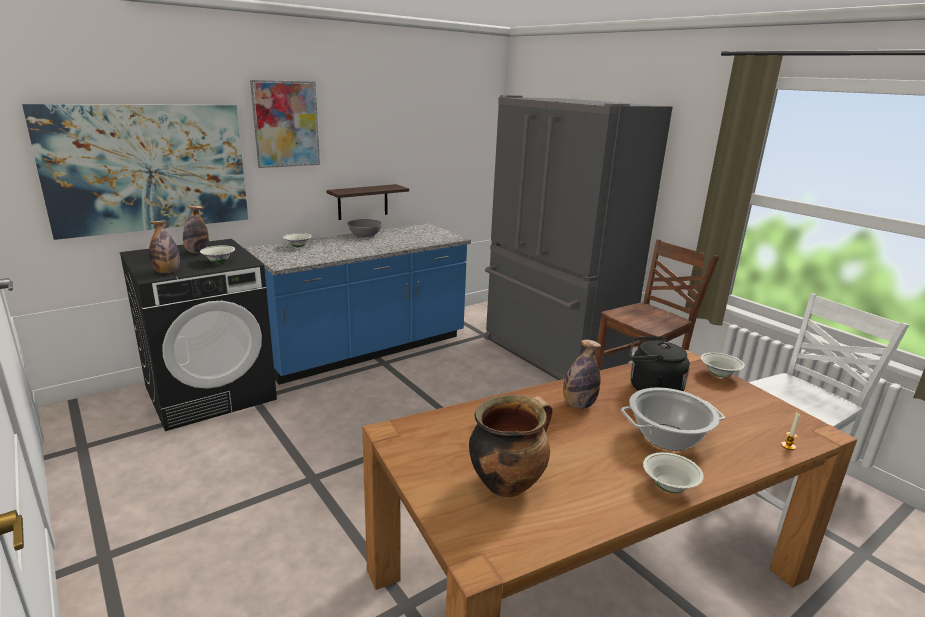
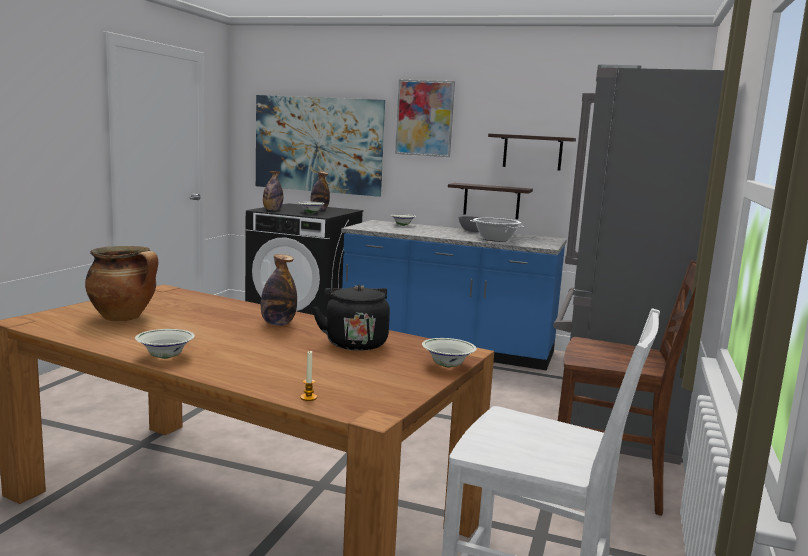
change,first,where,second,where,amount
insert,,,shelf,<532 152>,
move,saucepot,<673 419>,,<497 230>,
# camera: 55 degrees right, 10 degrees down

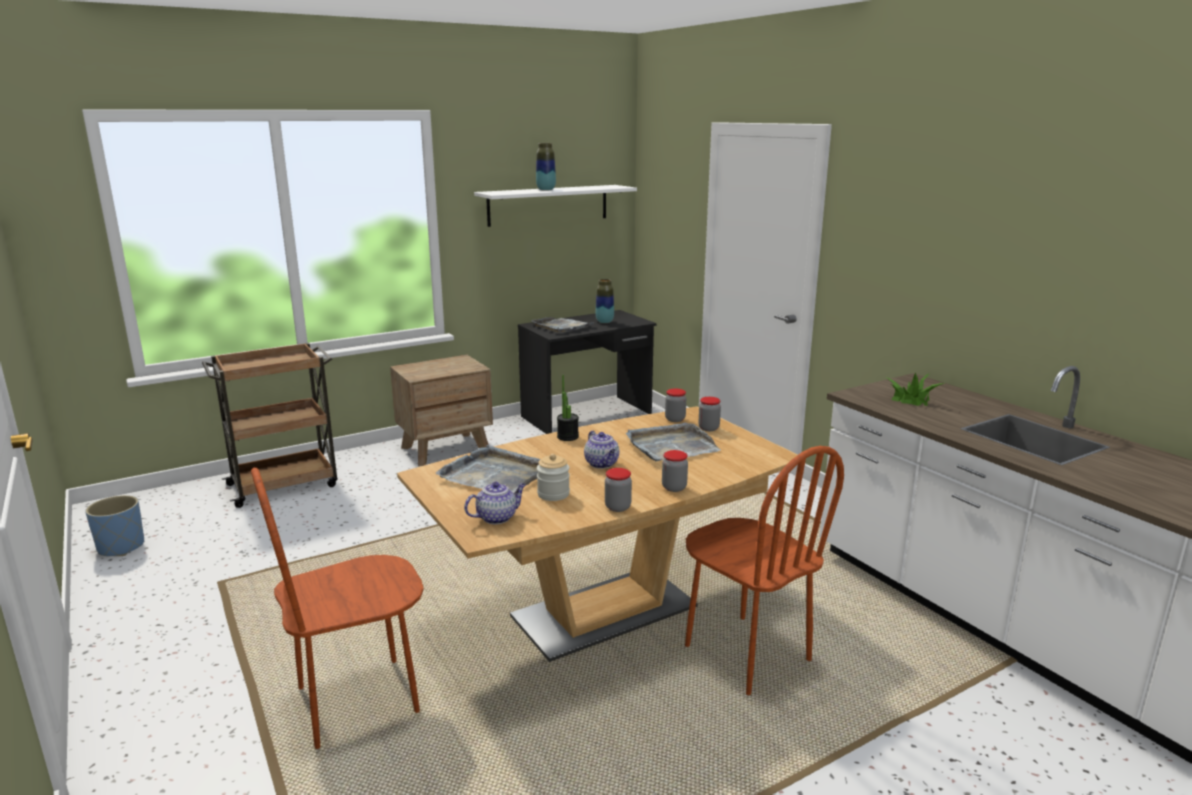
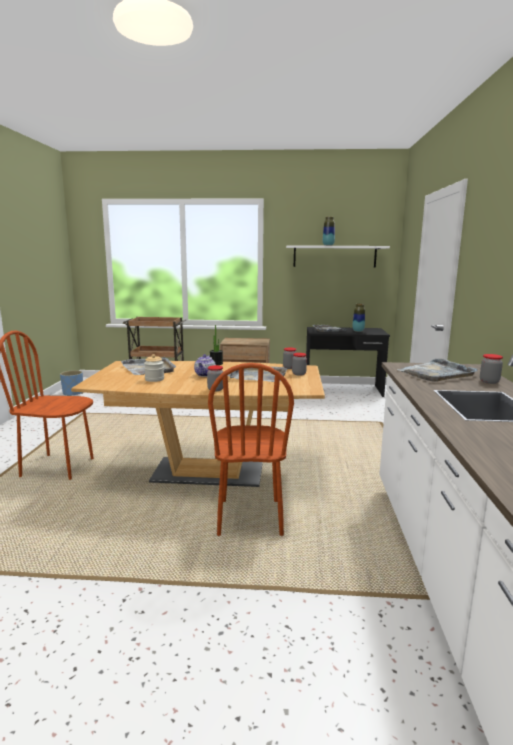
change,first,where,second,where,amount
delete,pot for tea,<495 503>,,,
move,jar,<618 490>,,<491 369>,
replace,houseplant,<915 389>,gray carrying tray,<437 370>,
# camera: 35 degrees right, 5 degrees down

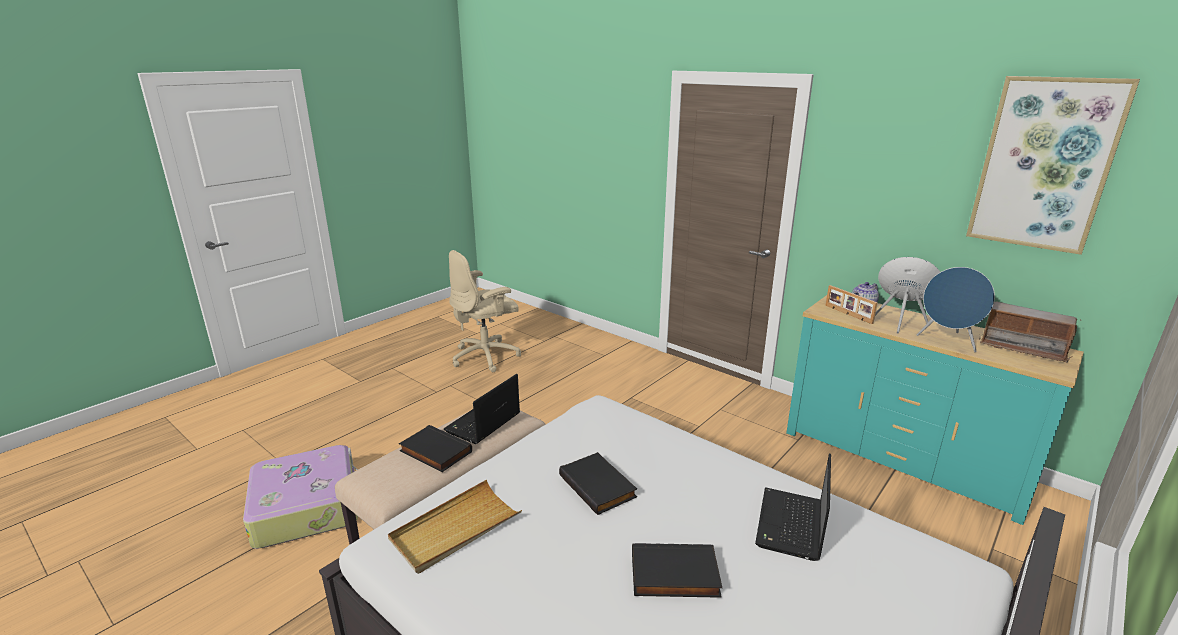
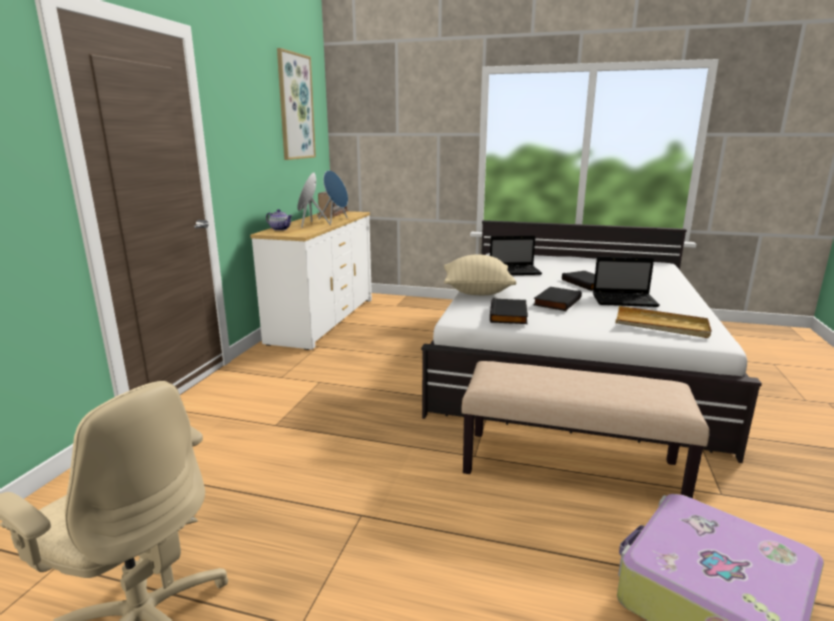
change,first,where,second,where,amount
delete,photo frame,<851 304>,,,
insert,,,beige-coloured cushion,<480 274>,
move,black book,<435 448>,,<509 311>,
move,portable computer,<482 409>,,<626 282>,
recolor,blue-green drawer chest,<935 410>,whitish drawer chest,<311 280>,
# camera: 115 degrees left, 5 degrees down

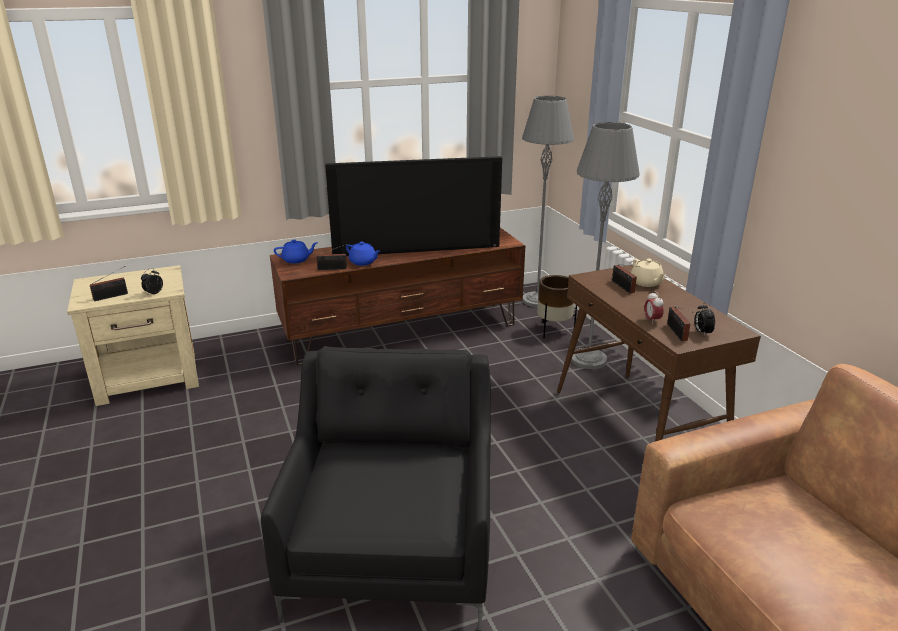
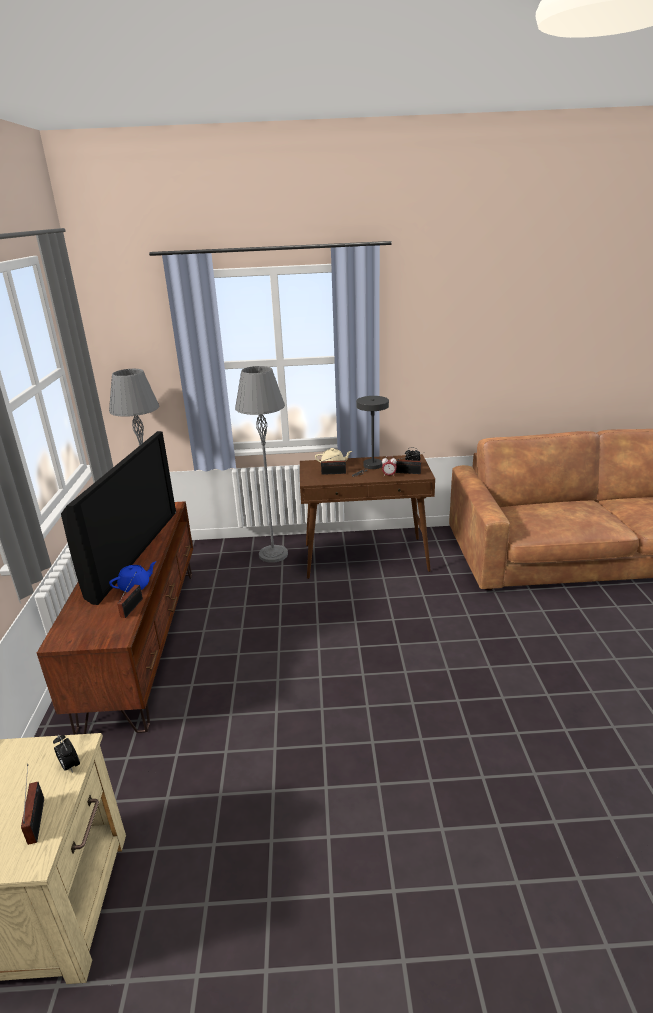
change,first,where,second,where,amount
delete,black lounge chair,<376 488>,,,
delete,blue-coloured pot for tea,<296 252>,,,
delete,brown-coloured planter,<557 307>,,,
insert,,,gray lamp for a table,<370 436>,
# camera: 70 degrees left, 0 degrees up

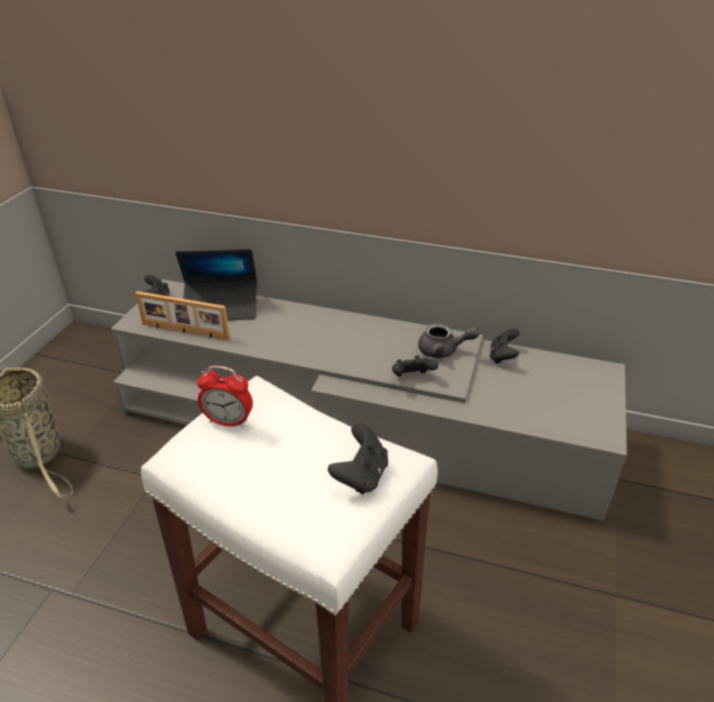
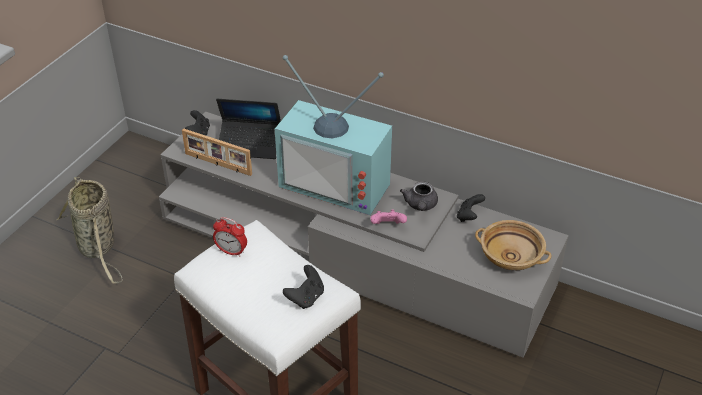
change,first,where,second,where,amount
insert,,,television,<333 135>,
insert,,,beige-coloured bowl,<513 245>,
recolor,black joypad,<415 365>,pink-coloured joypad,<388 217>,
rotate,gray pot for tea,<448 341>,,<419 196>,75 degrees clockwise
# camera: 10 degrees right, 5 degrees up

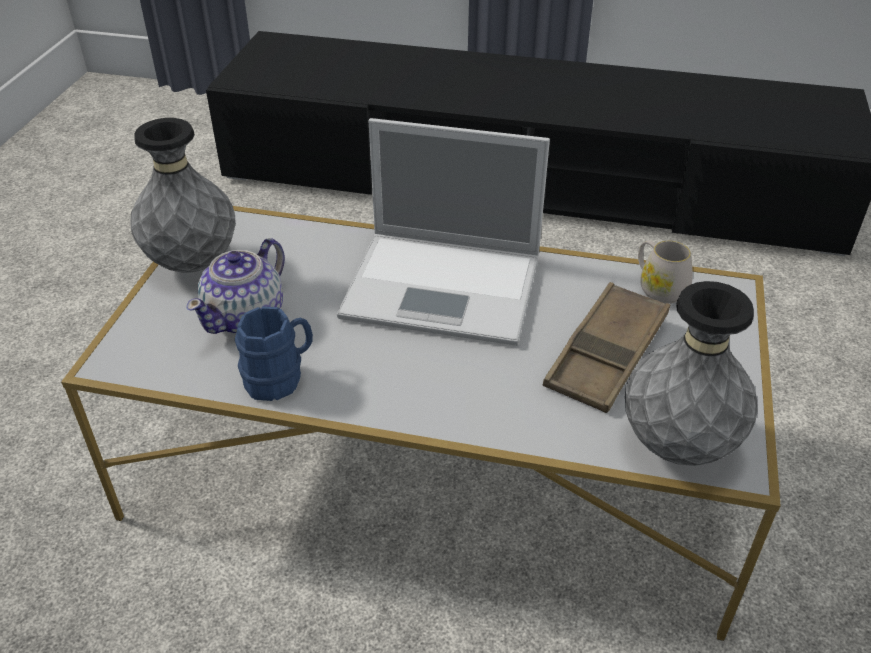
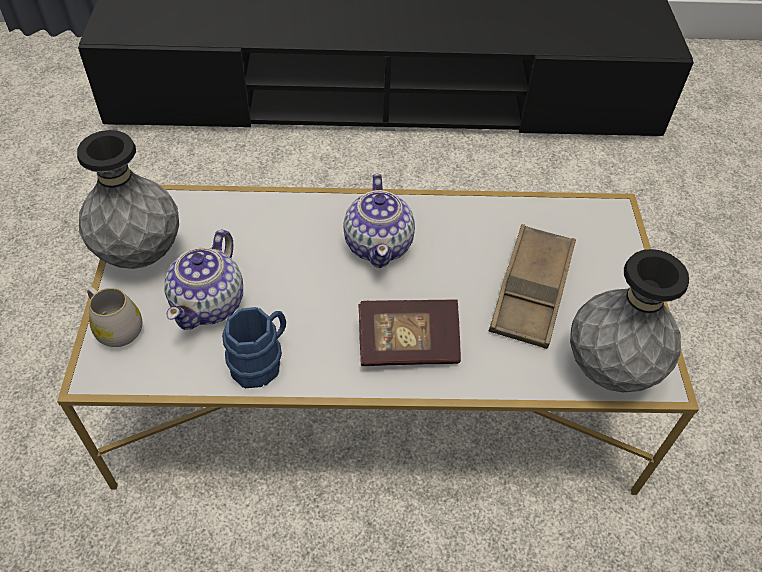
change,first,where,second,where,amount
insert,,,book,<409 332>,
move,whitish tea mug,<665 272>,,<114 317>,
replace,portable computer,<443 232>,pot for tea,<379 221>,
# camera: 15 degrees left, 10 degrees up

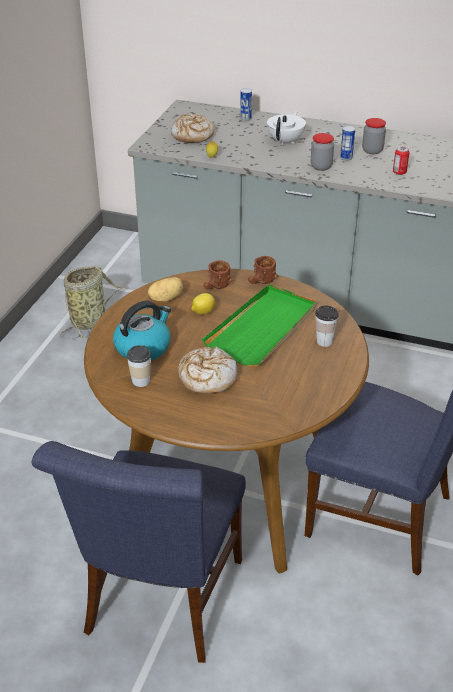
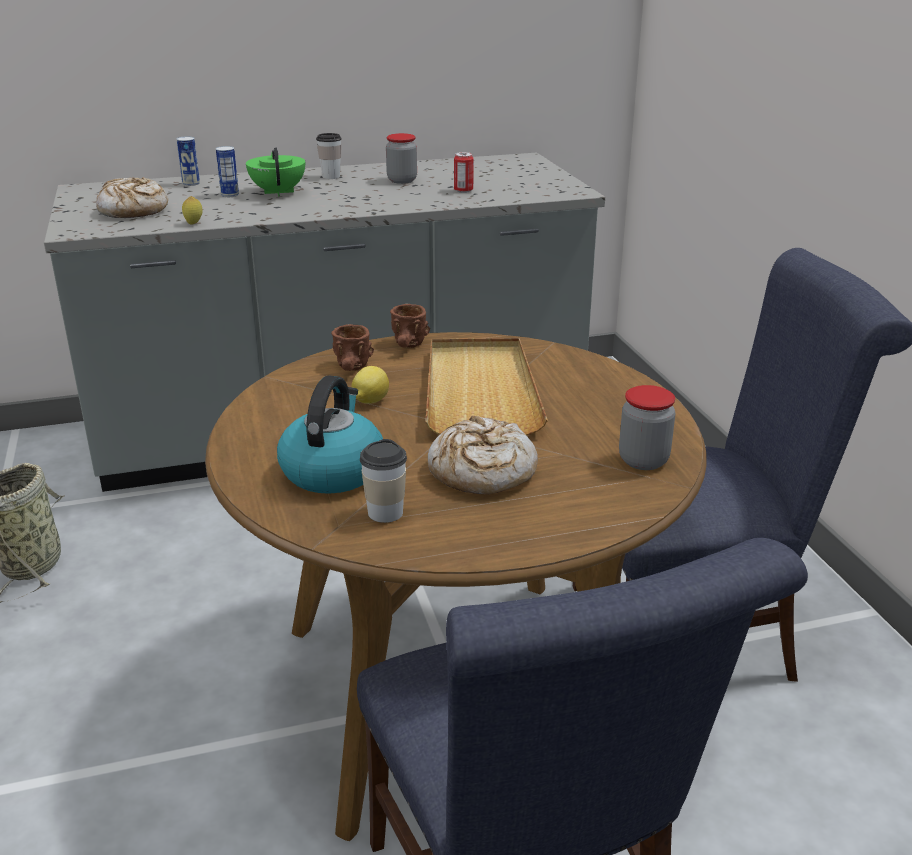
change,first,where,second,where,amount
delete,whole potato,<165 289>,,,
move,jar,<322 152>,,<647 427>,
move,small cup,<327 326>,,<329 156>,
move,metal can,<347 143>,,<227 171>,
recolor,green-coloured carrying tray,<259 325>,beige-coloured carrying tray,<486 387>,
recolor,whitish pot for tea,<286 128>,green-coloured pot for tea,<275 172>,
# camera: 35 degrees left, 10 degrees down

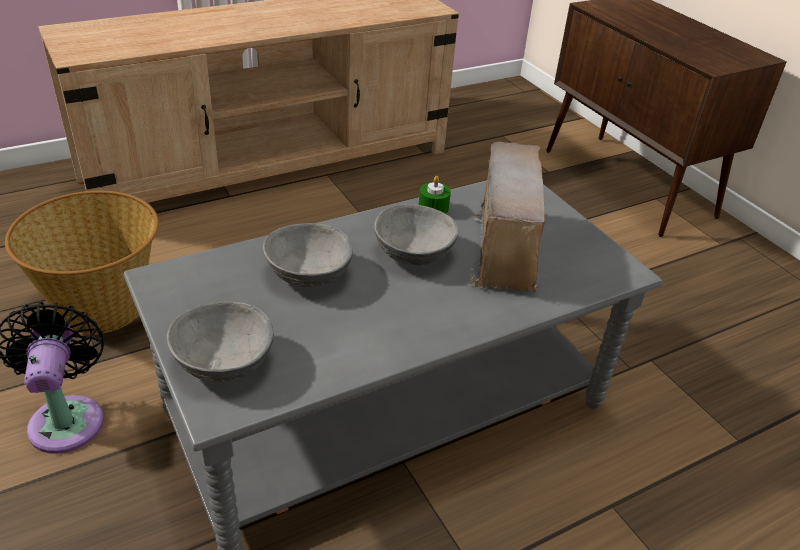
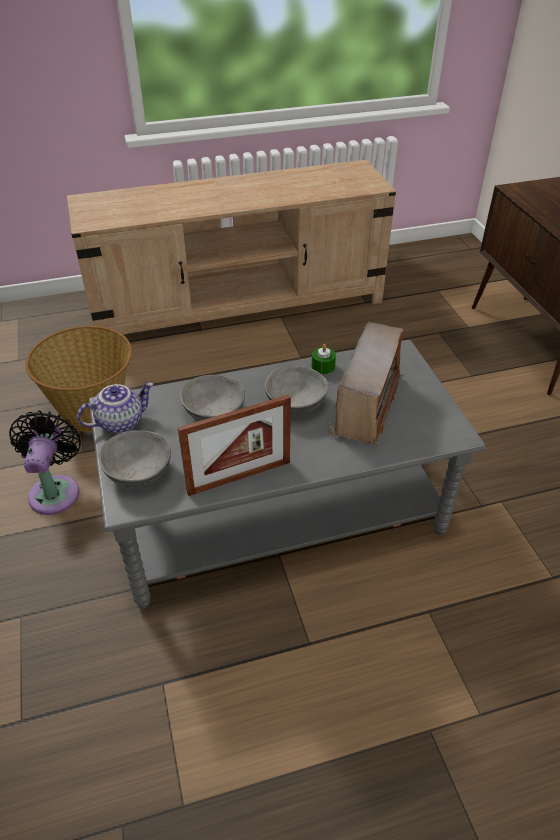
change,first,where,second,where,amount
insert,,,pot for tea,<115 407>,
insert,,,photo frame,<234 445>,
# camera: 15 degrees right, 5 degrees up

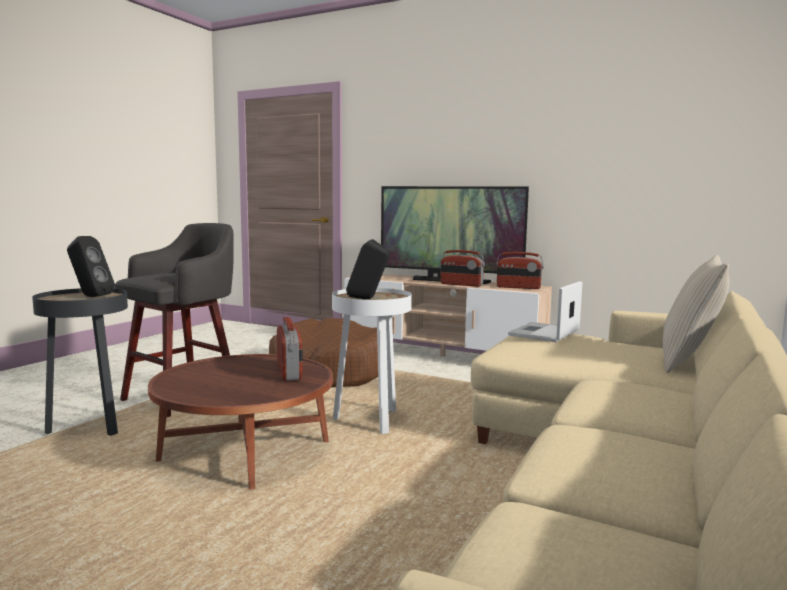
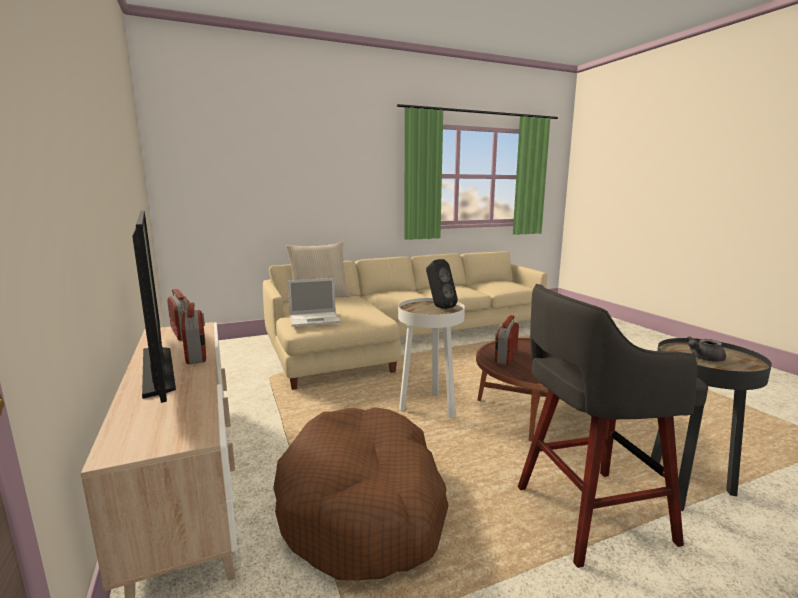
change,first,where,second,where,amount
replace,black audio speaker,<91 266>,gray pot for tea,<706 349>,
# camera: 140 degrees left, 5 degrees up

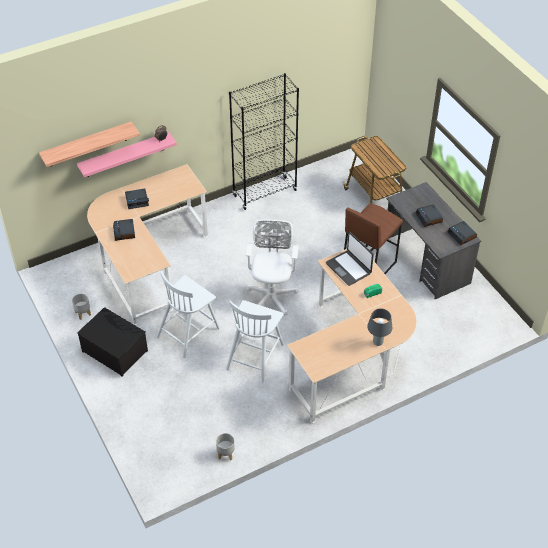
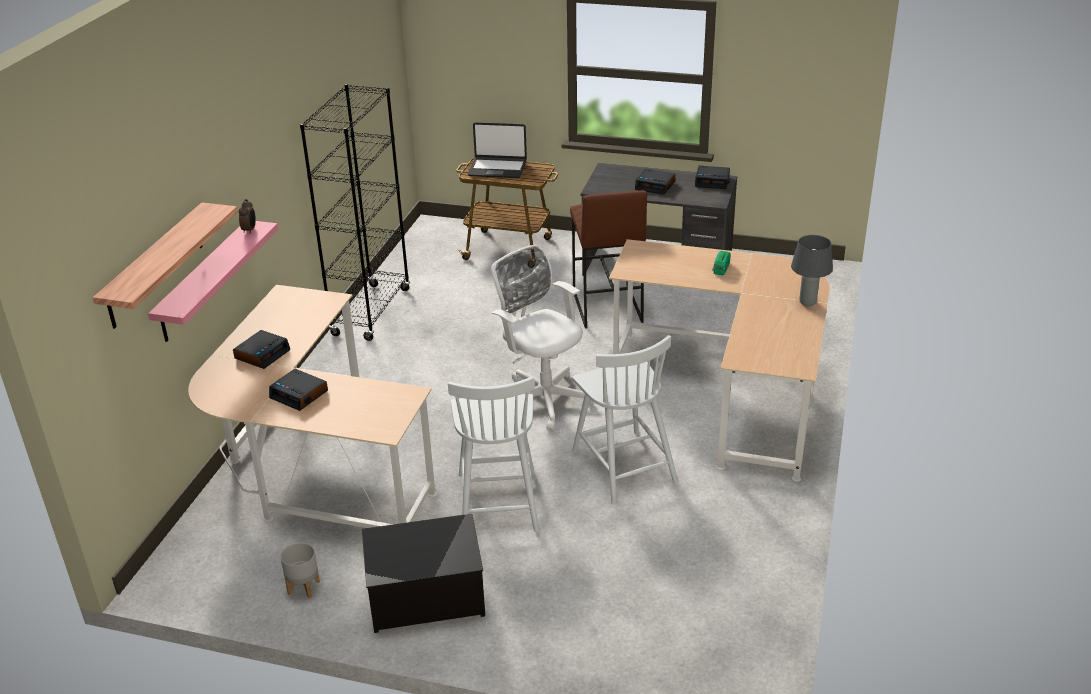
change,first,where,second,where,amount
delete,gray planter,<225 446>,,,
move,portable computer,<350 259>,,<497 150>,
# camera: 45 degrees left, 15 degrees down

